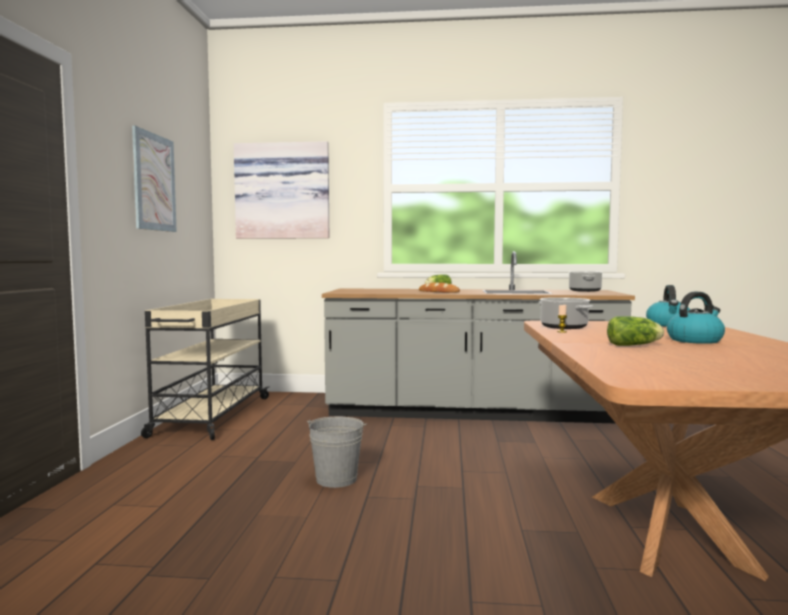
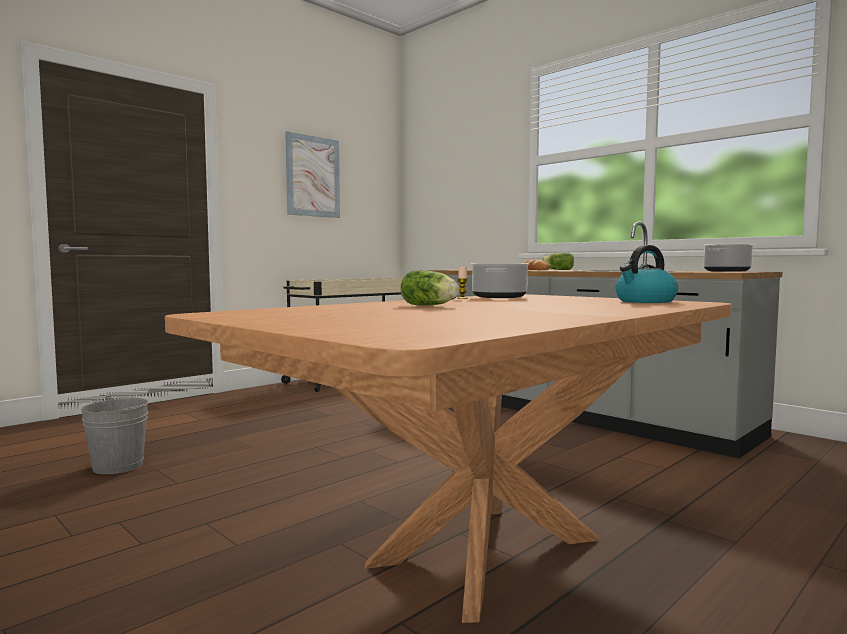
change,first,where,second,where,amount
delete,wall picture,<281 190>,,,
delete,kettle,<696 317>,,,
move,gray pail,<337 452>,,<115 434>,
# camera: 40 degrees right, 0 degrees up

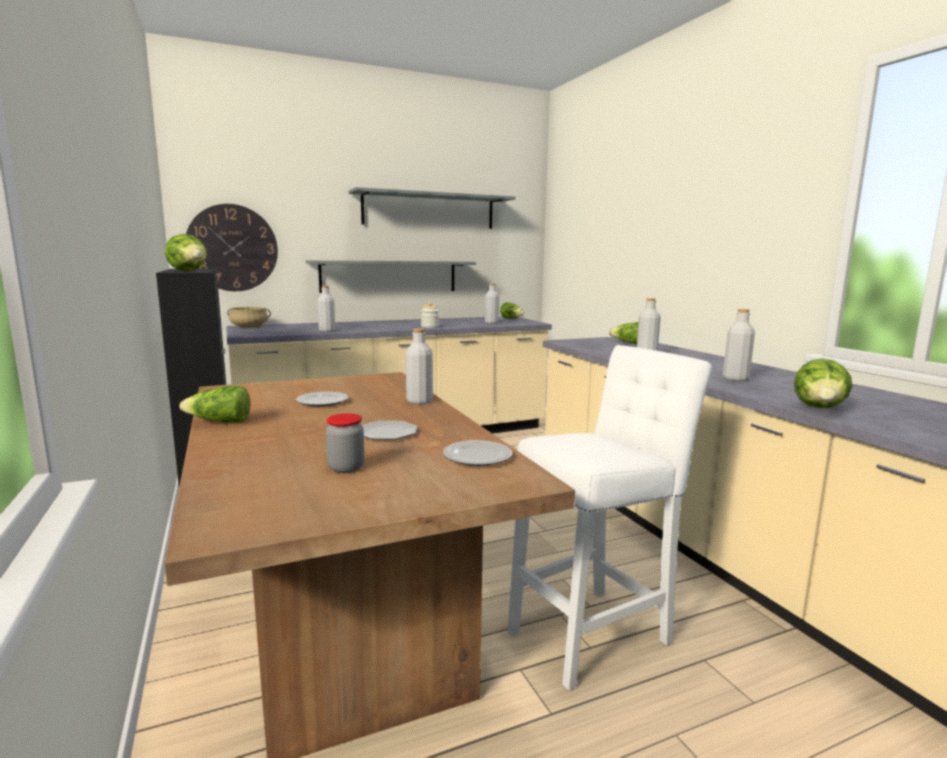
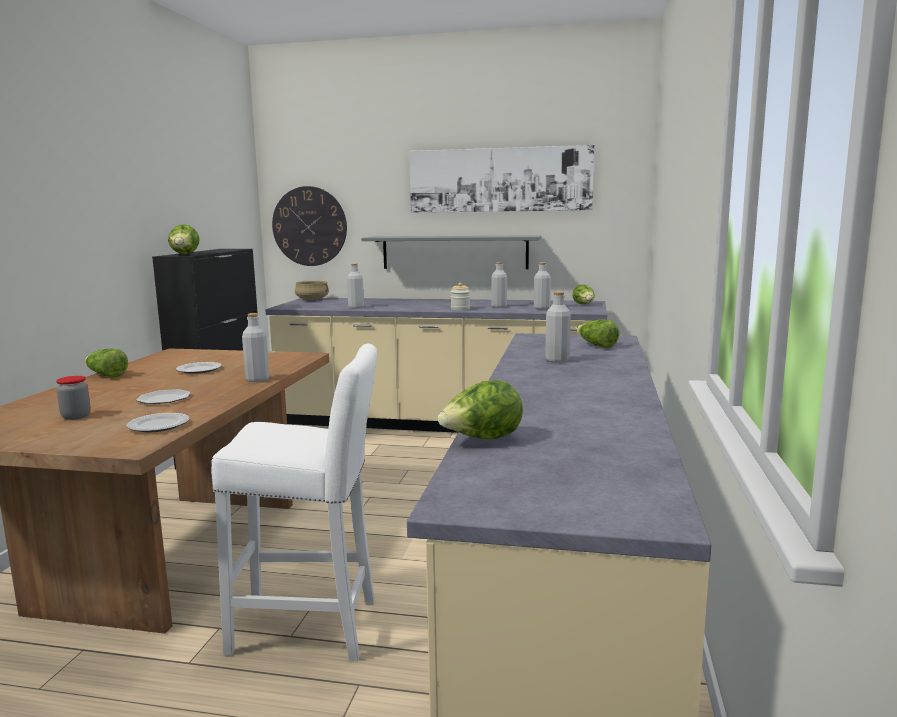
change,first,where,second,where,amount
move,gray beverage bottle,<739 345>,,<499 285>,
replace,gray shelf,<432 208>,wall picture,<501 179>,
# camera: 35 degrees right, 0 degrees up

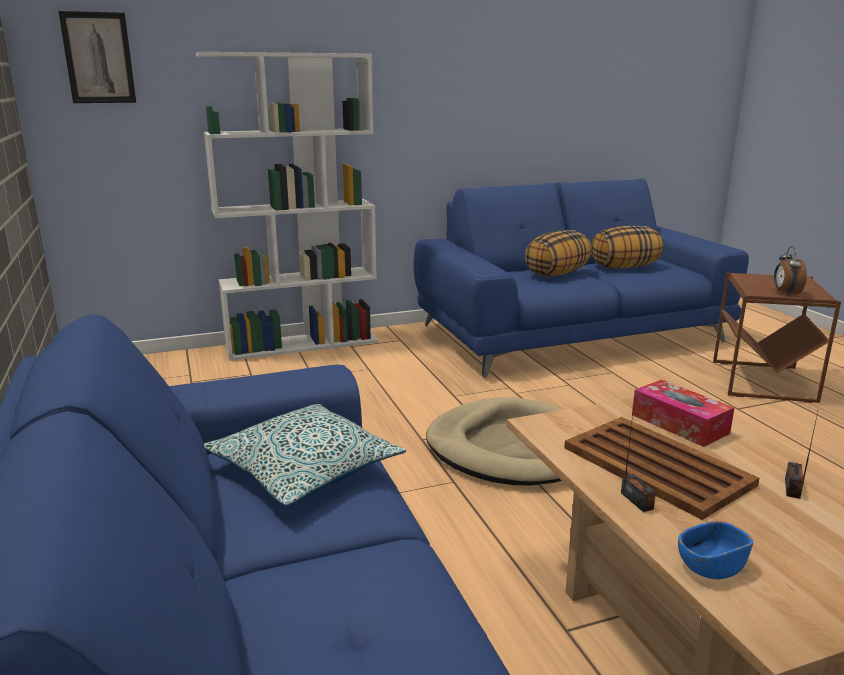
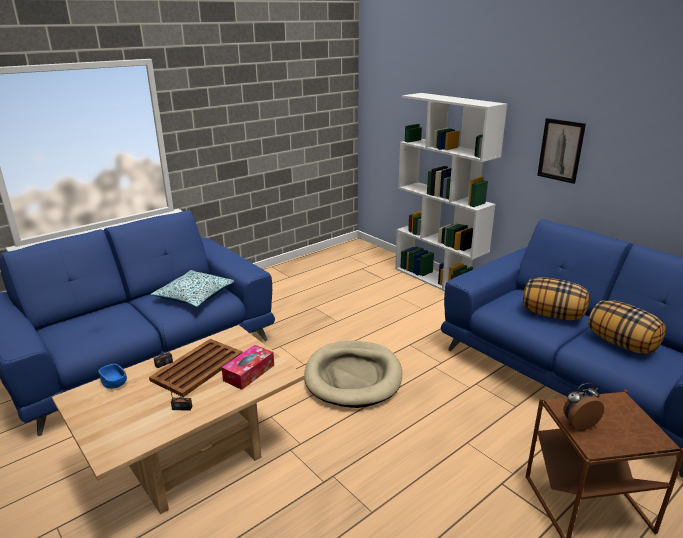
change,first,where,second,where,amount
move,wall picture,<97 57>,,<561 151>,
# camera: 70 degrees right, 5 degrees up

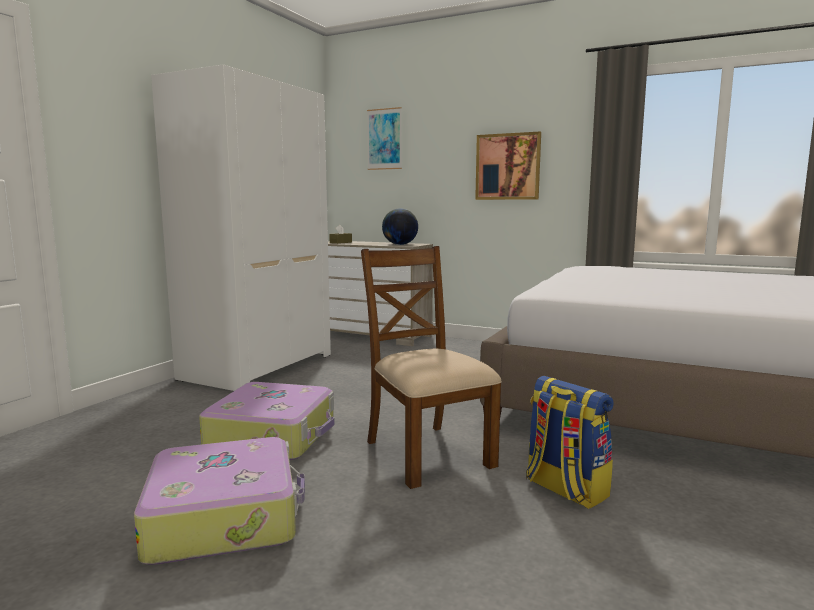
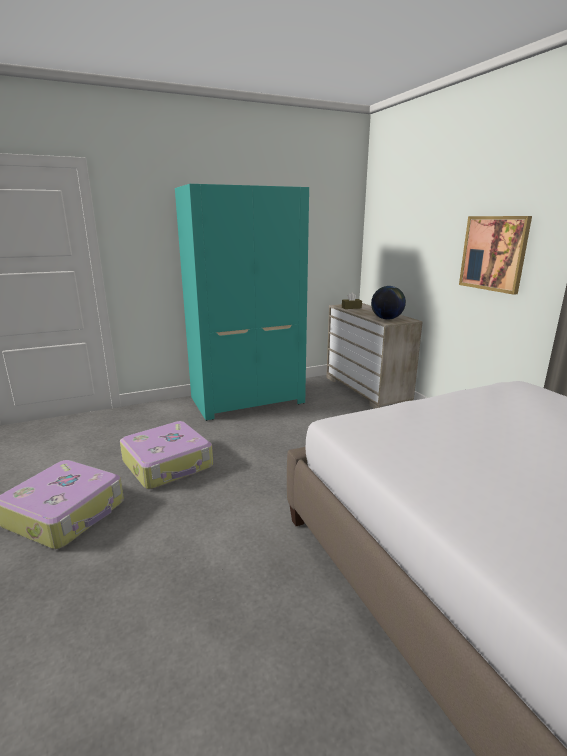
change,first,where,second,where,amount
delete,brown-coloured plain chair,<431 367>,,,
delete,wall picture,<384 138>,,,
delete,rucksack,<570 442>,,,
recolor,whitish armoire,<241 227>,blue-green armoire,<242 302>,
# camera: 40 degrees right, 10 degrees up

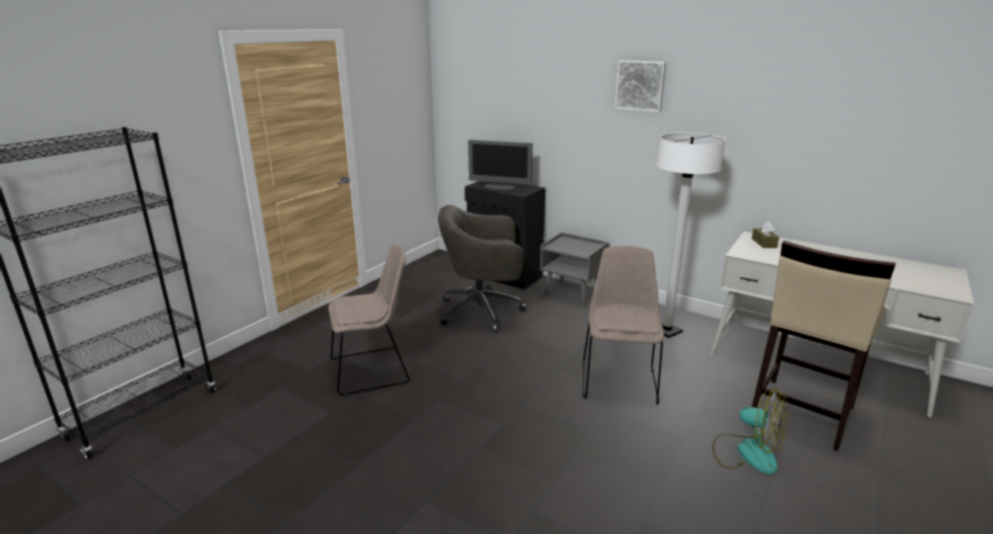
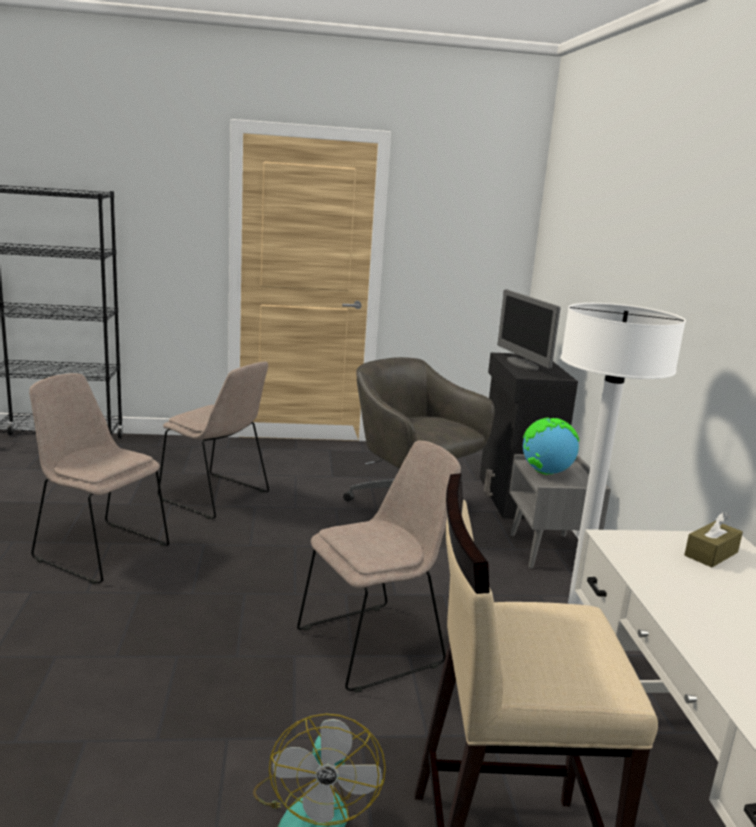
change,first,where,second,where,amount
delete,wall picture,<640 86>,,,
insert,,,beige-coloured plain chair,<99 478>,
insert,,,globe,<551 446>,
# camera: 50 degrees right, 5 degrees down

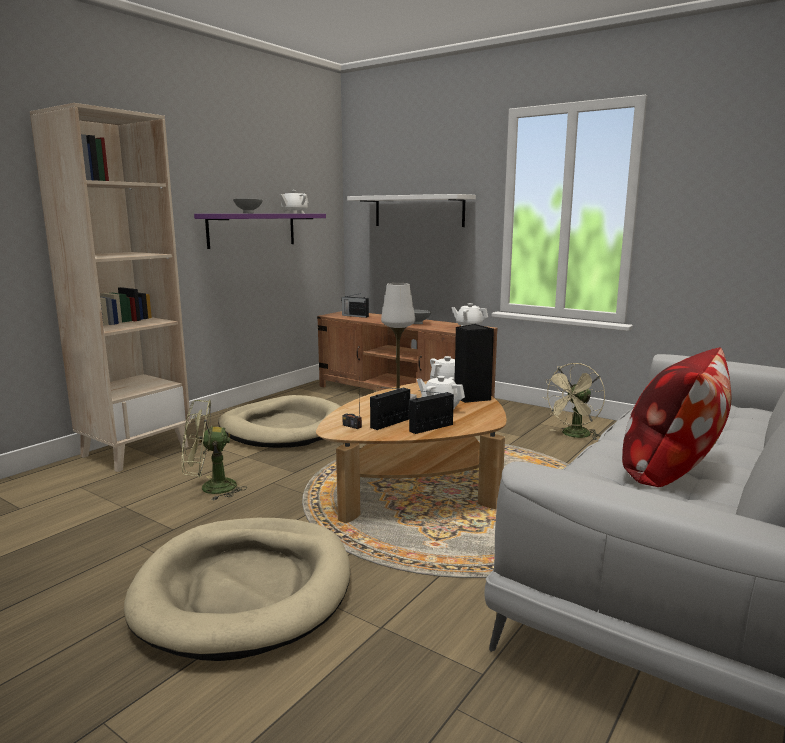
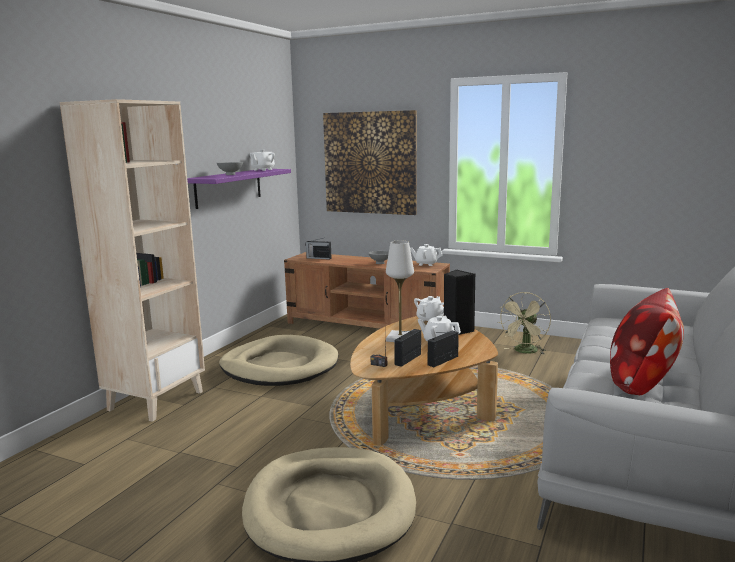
change,first,where,second,where,amount
delete,green-coloured fan,<214 450>,,,
replace,whitish shelf,<411 210>,wall picture,<370 162>,
# camera: 10 degrees left, 0 degrees up

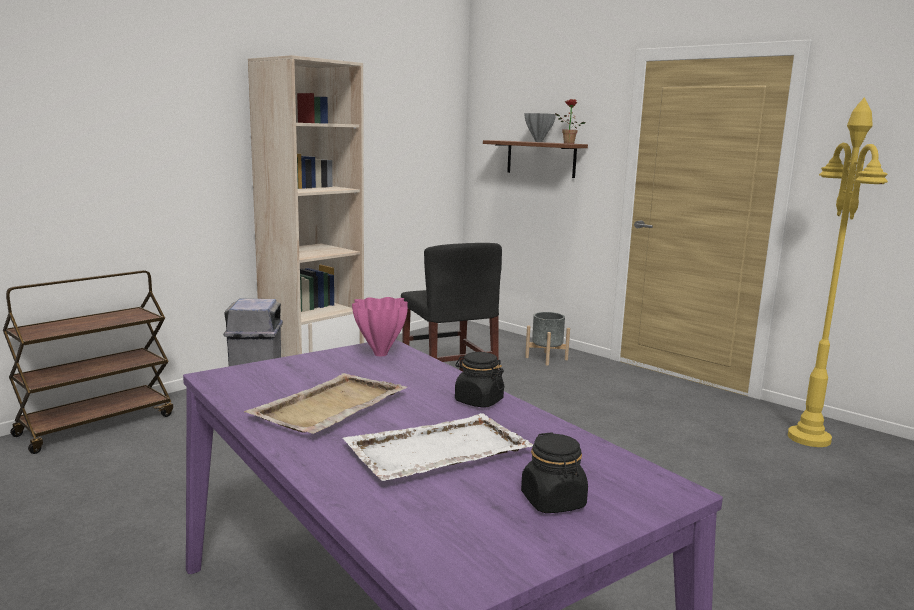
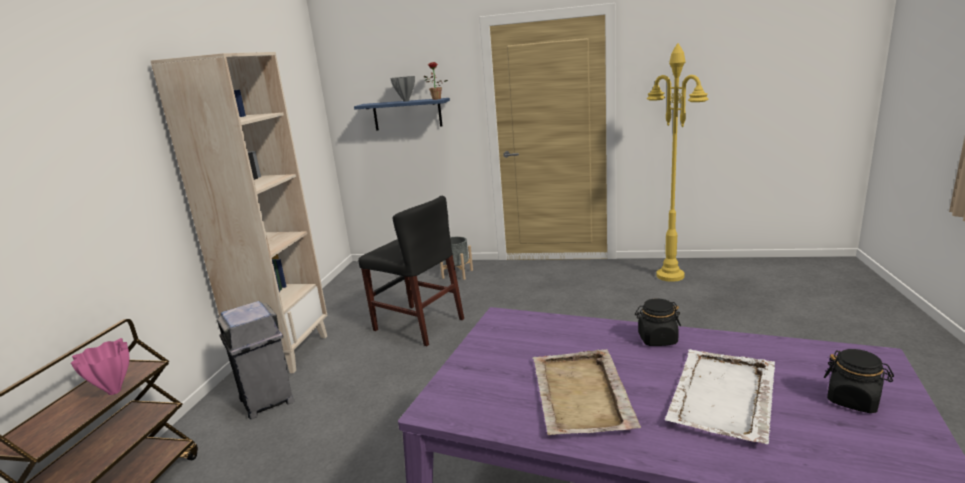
change,first,where,second,where,amount
move,pink-coloured vase,<380 326>,,<100 366>,
recolor,brown-coloured shelf,<535 159>,blue-coloured shelf,<402 114>,
# camera: 30 degrees left, 5 degrees up

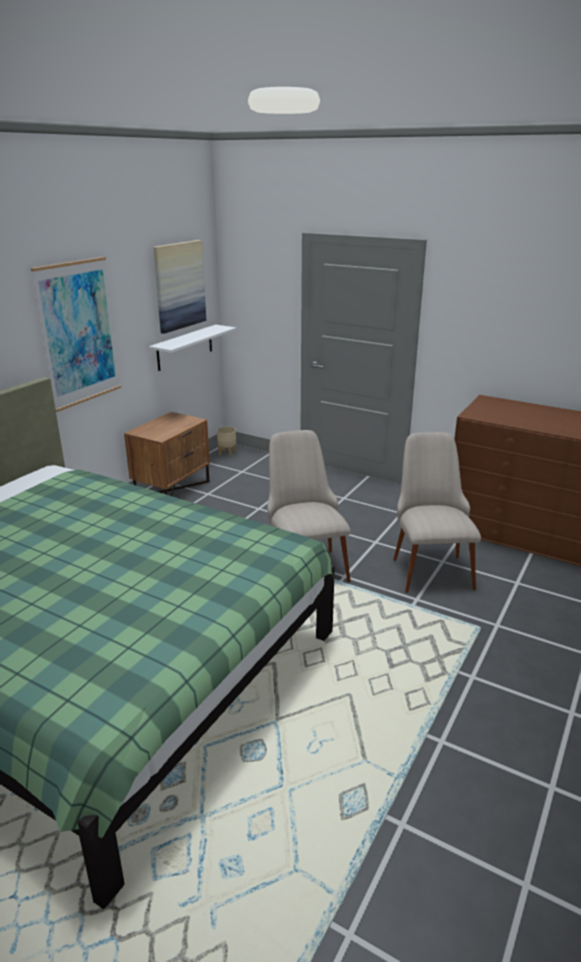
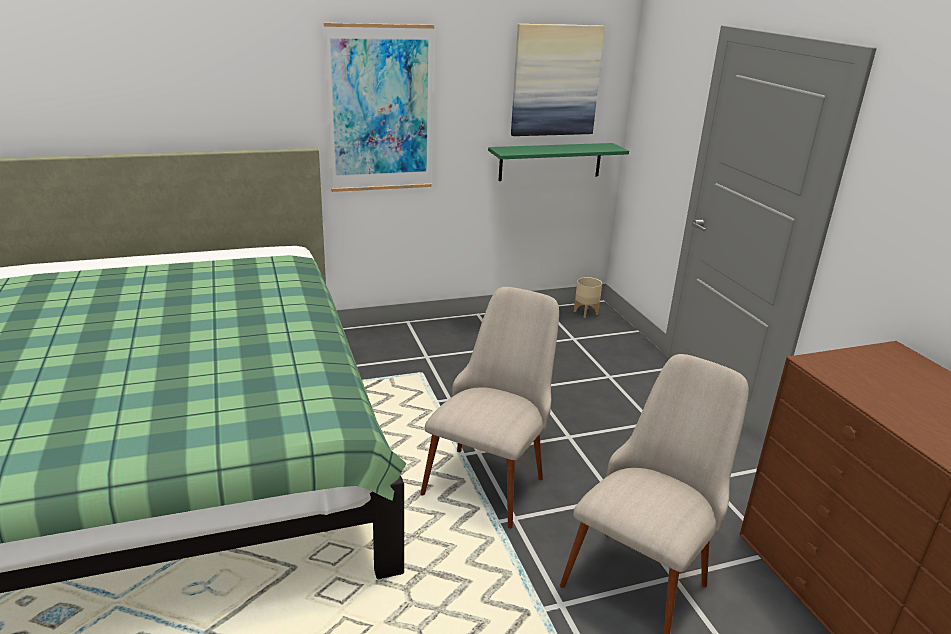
change,first,where,second,where,amount
delete,brown-coloured night table,<167 454>,,,
recolor,whitish shelf,<192 348>,green-coloured shelf,<558 162>,
# camera: 40 degrees right, 0 degrees up

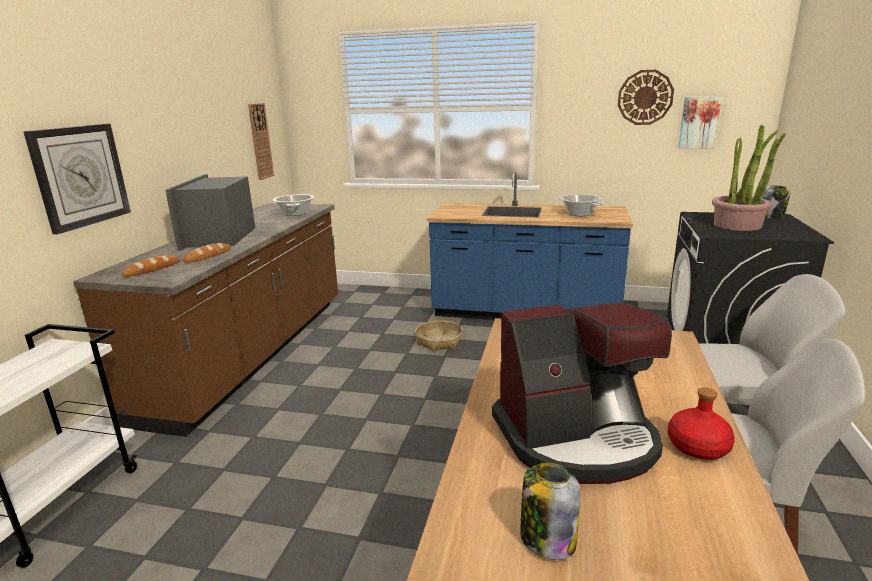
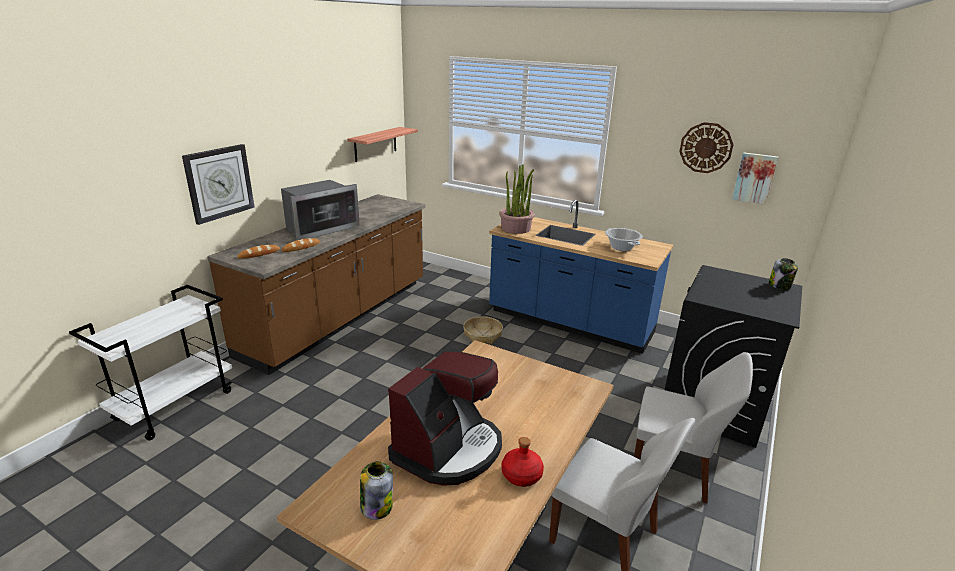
change,first,where,second,where,amount
delete,saucepot,<293 205>,,,
move,houseplant,<749 178>,,<517 199>,
replace,hanging clock,<261 141>,shelf,<382 144>,
rotate,microwave oven,<210 212>,,<320 210>,150 degrees counterclockwise
rotate,coffee brewer,<582 393>,,<445 418>,60 degrees counterclockwise
# camera: 15 degrees right, 5 degrees up

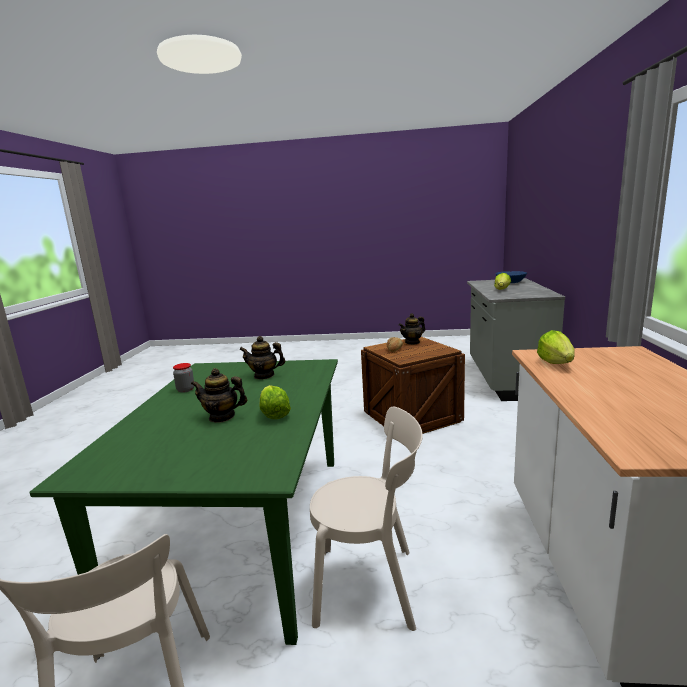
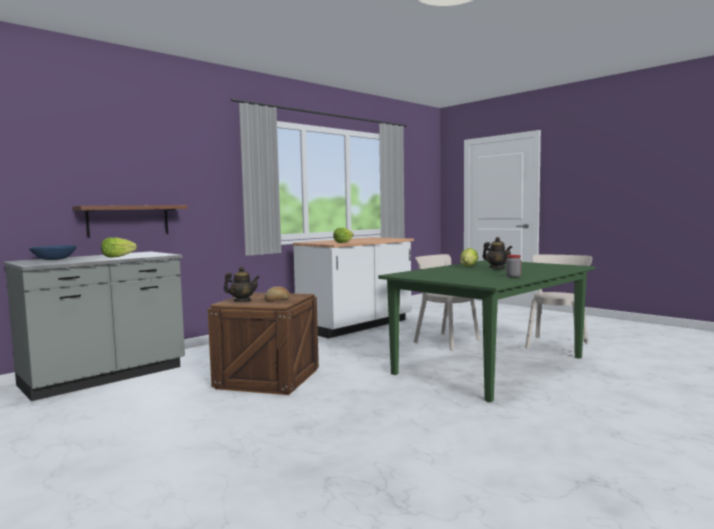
change,first,where,second,where,amount
delete,pot for tea,<262 358>,,,
insert,,,brown-coloured shelf,<130 221>,
# camera: 140 degrees left, 10 degrees down

